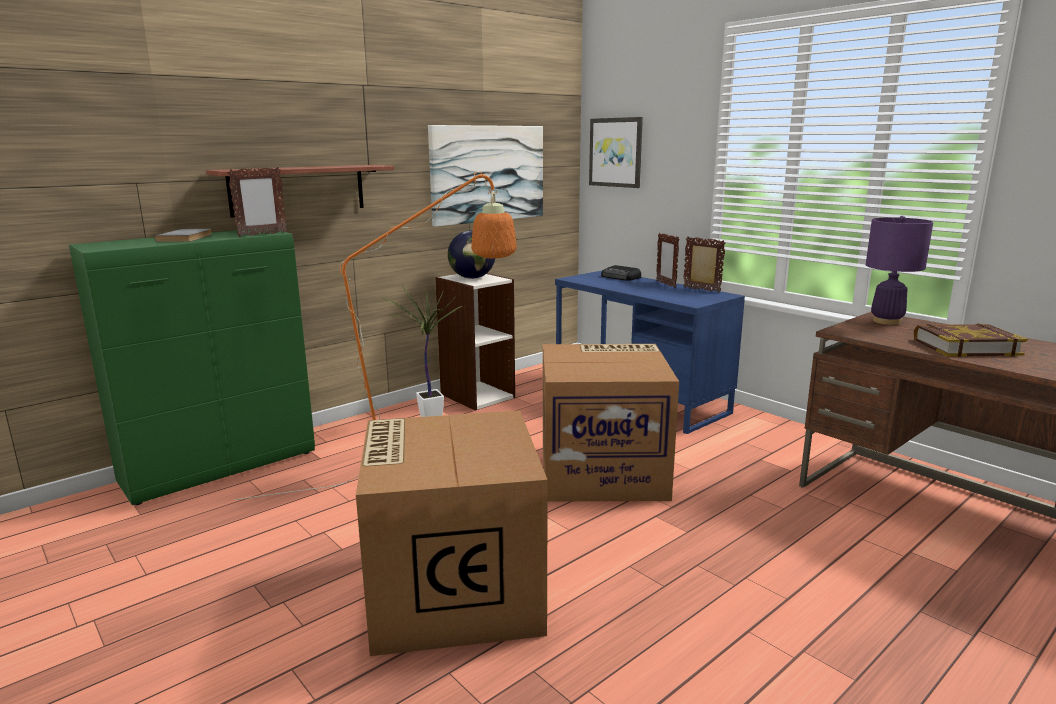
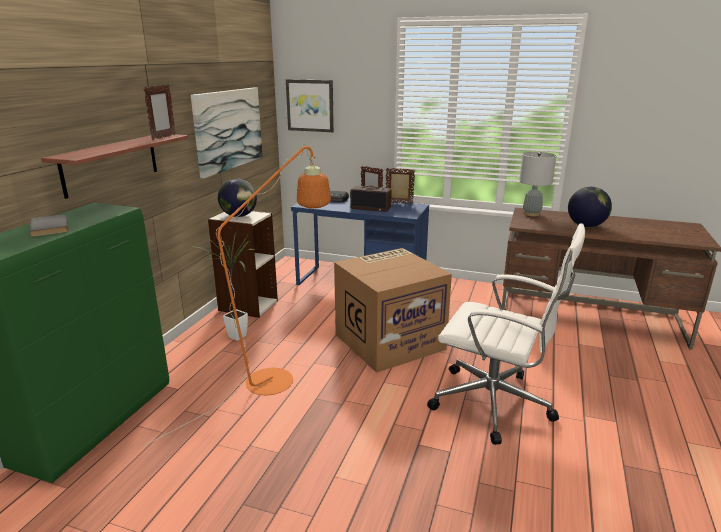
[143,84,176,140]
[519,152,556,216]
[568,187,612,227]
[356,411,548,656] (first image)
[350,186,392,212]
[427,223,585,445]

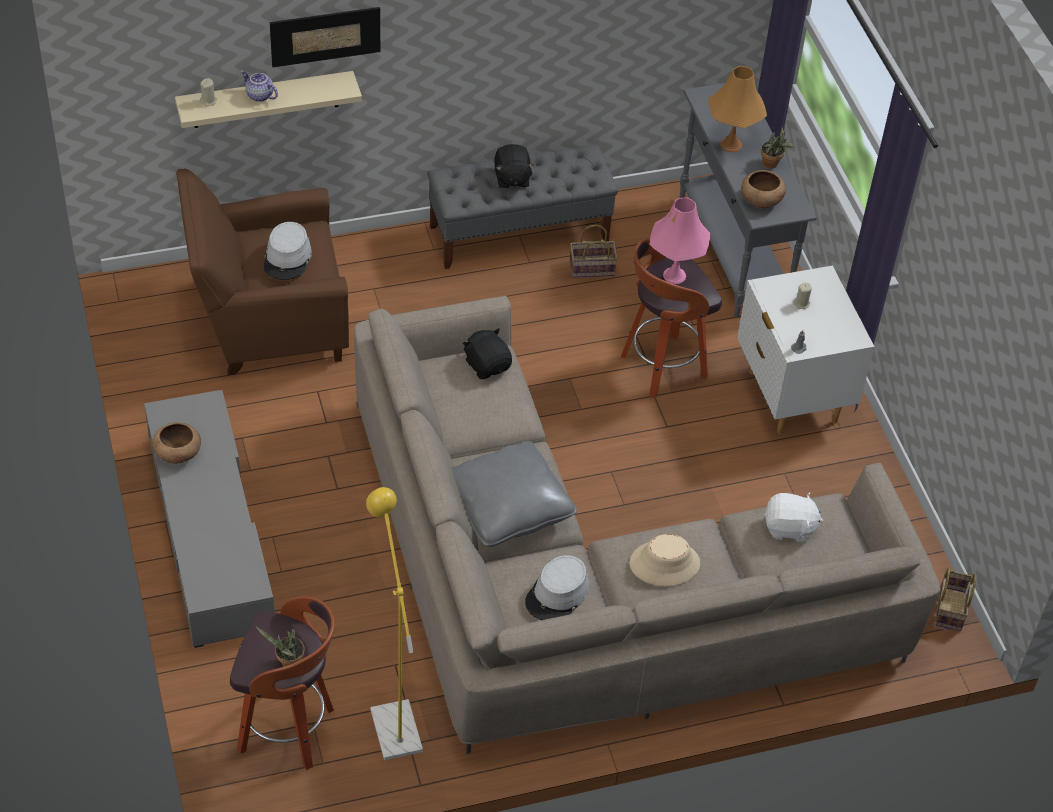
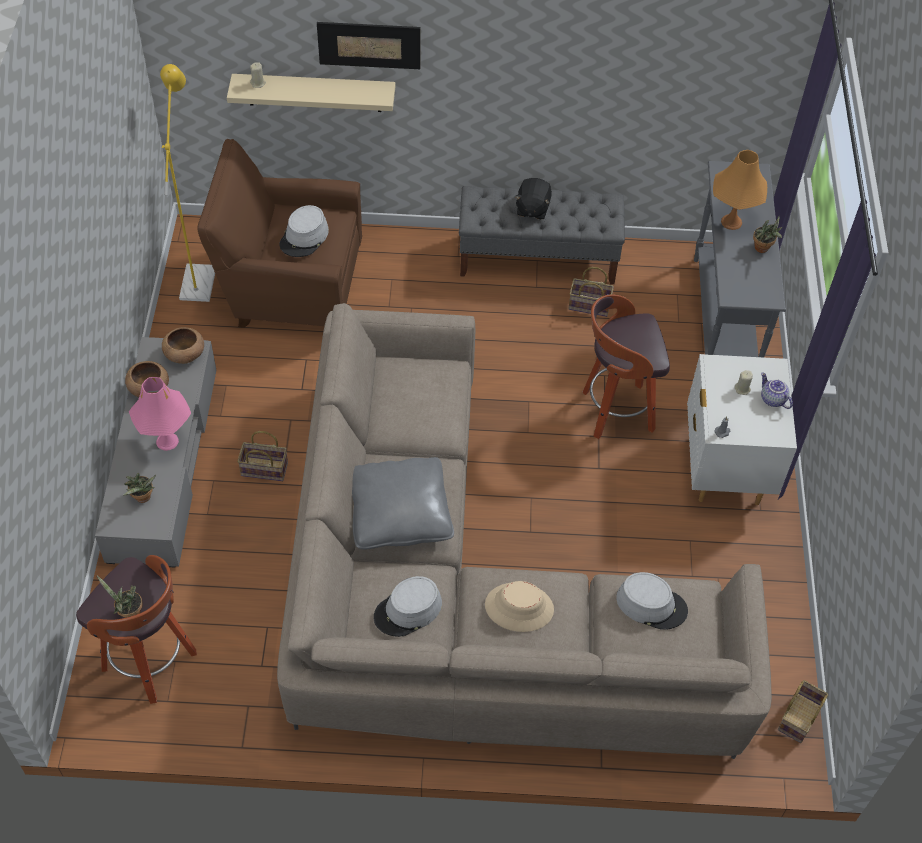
[761,372,793,409]
[162,327,204,364]
[129,377,191,451]
[463,328,512,379] (first image)
[160,64,215,302]
[616,572,688,630]
[237,431,288,481]
[124,473,156,503]

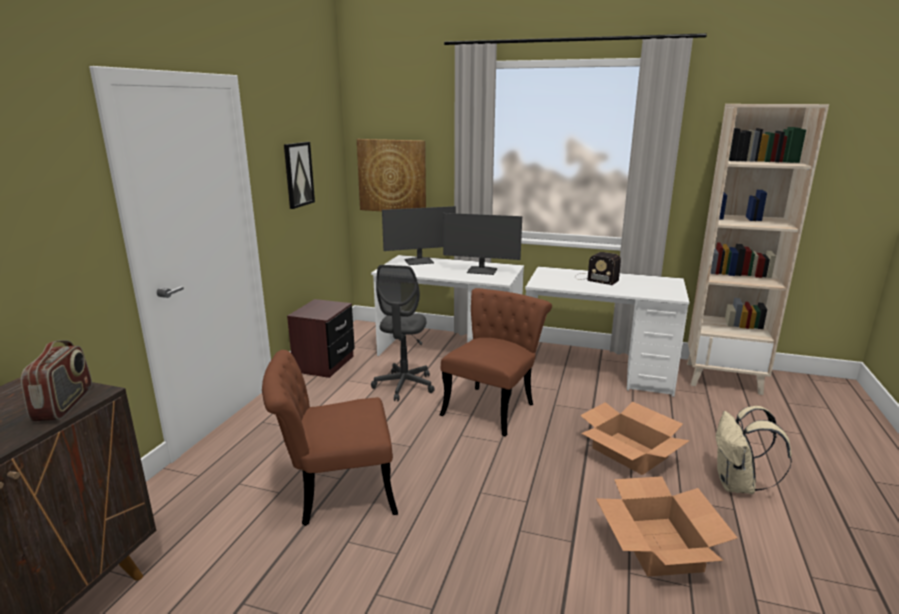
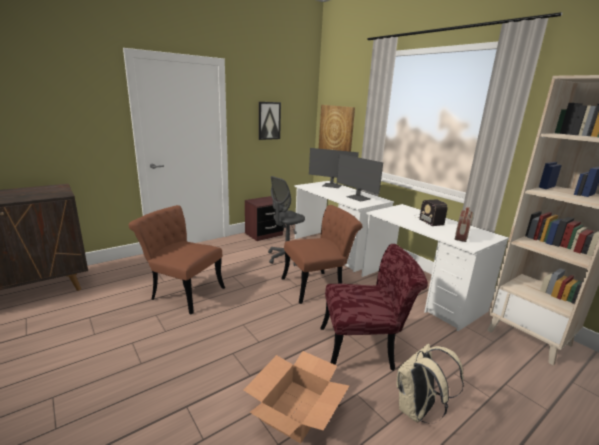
[455,207,473,242]
[320,244,428,371]

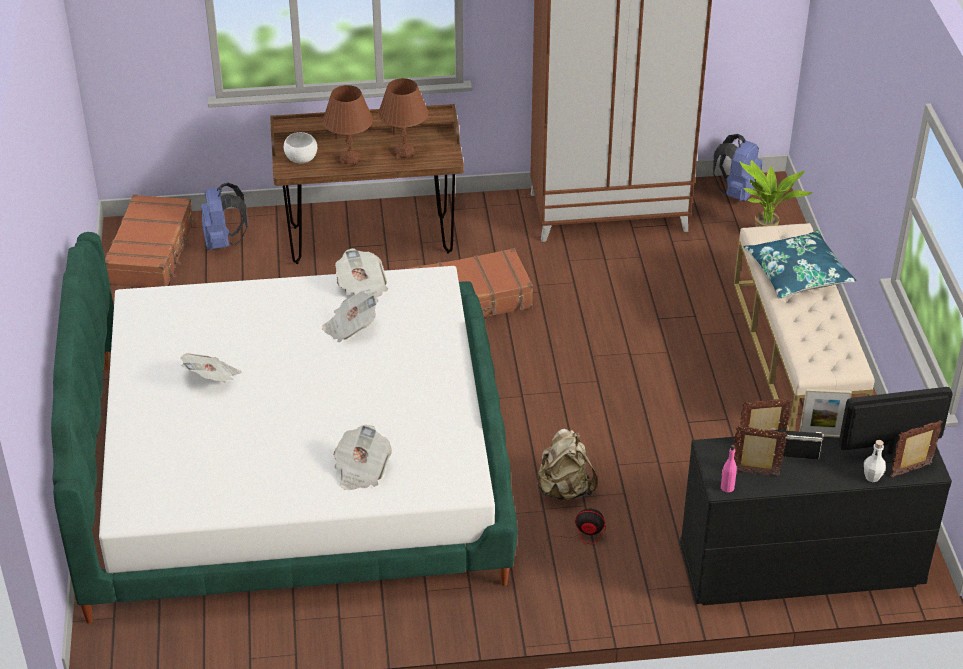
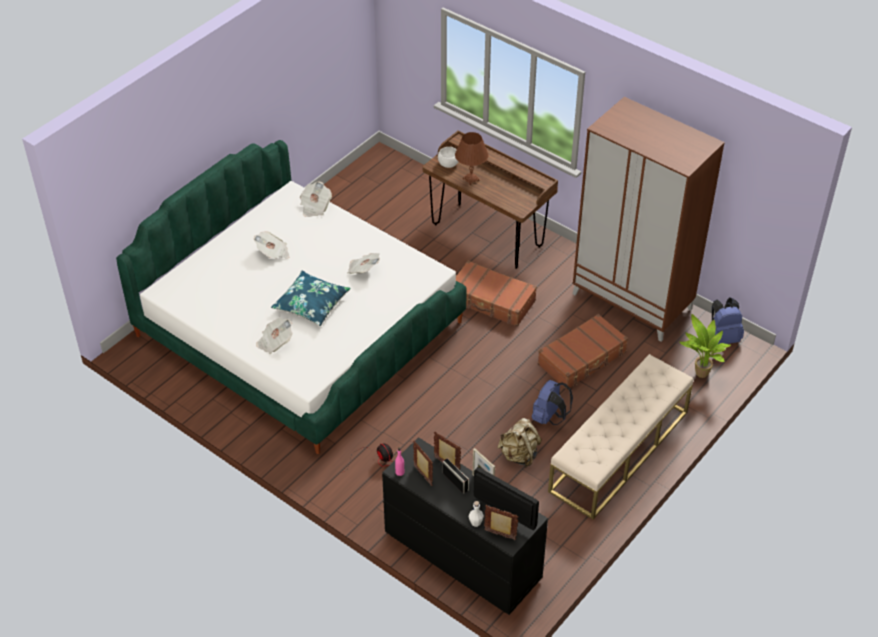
[378,78,428,159] (first image)
[532,380,573,425]
[538,314,628,390]
[271,270,351,326]
[300,182,332,217]
[497,418,542,467]

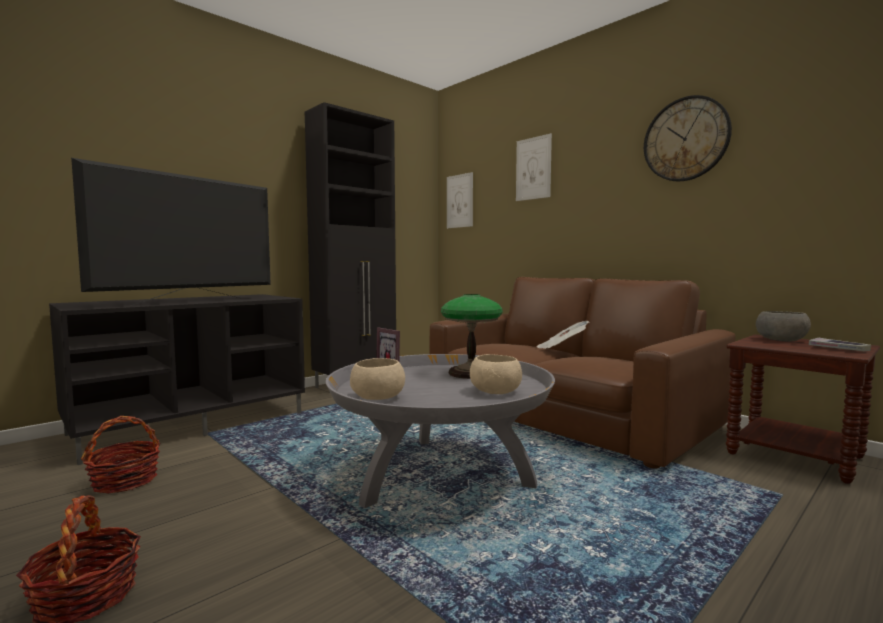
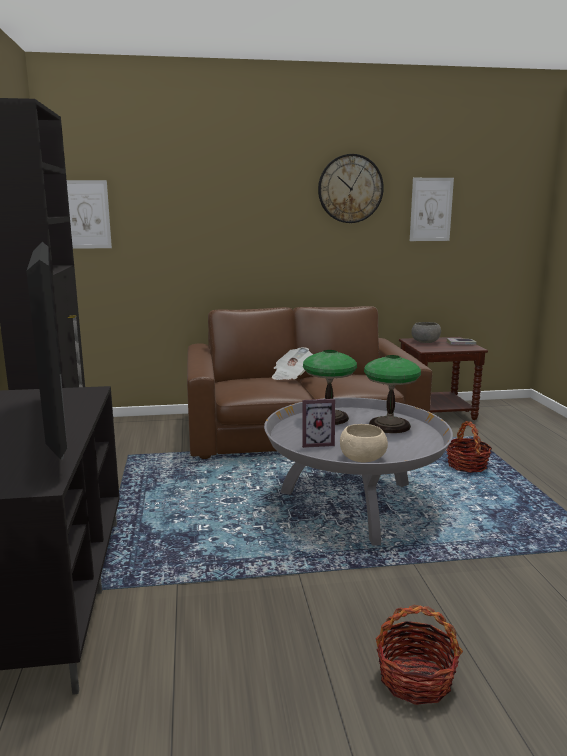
[410,178,454,241]
[364,355,421,433]
[446,421,492,473]

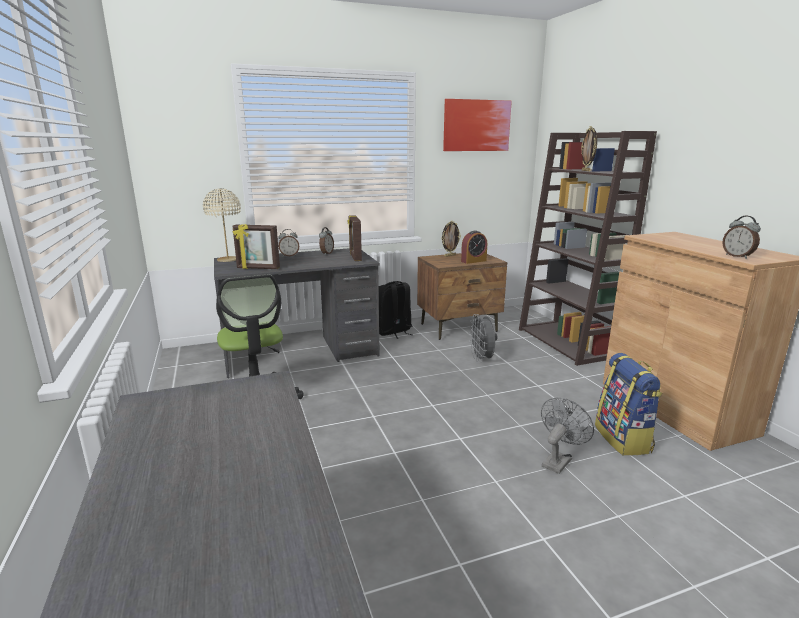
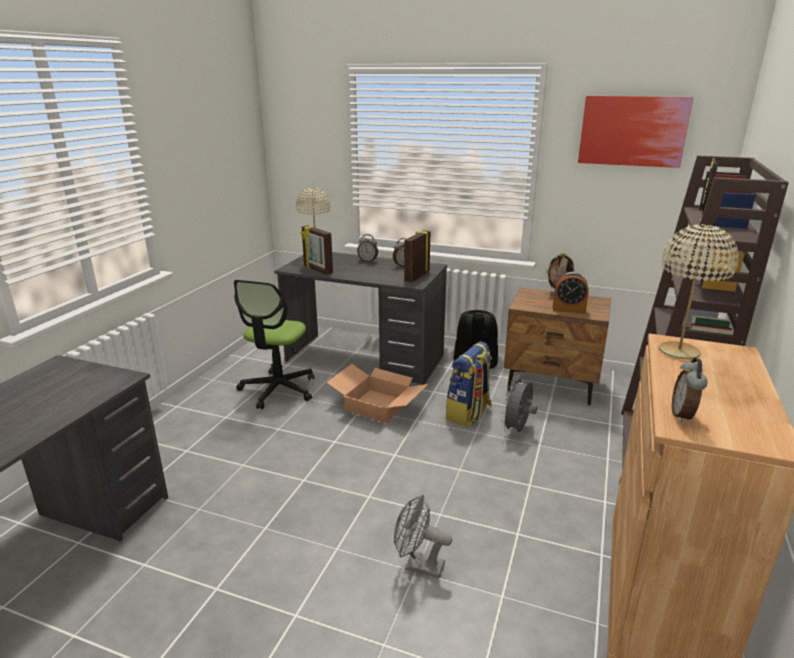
[446,342,492,427]
[394,495,452,579]
[659,224,739,360]
[326,364,428,423]

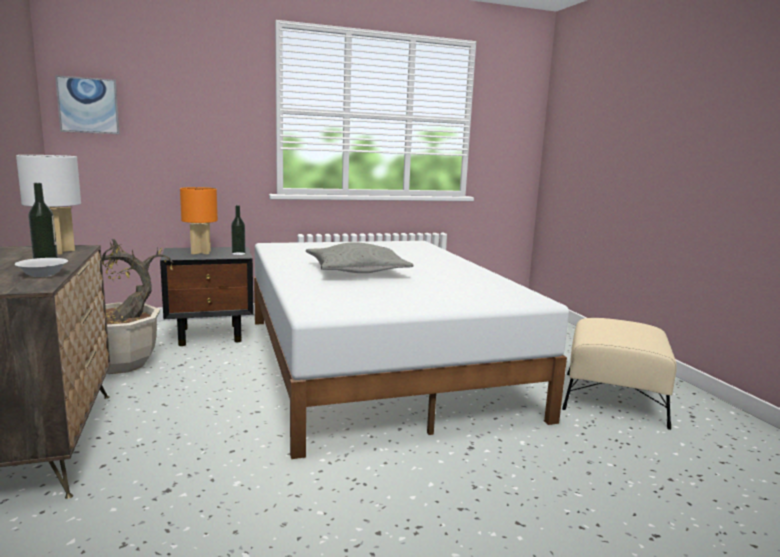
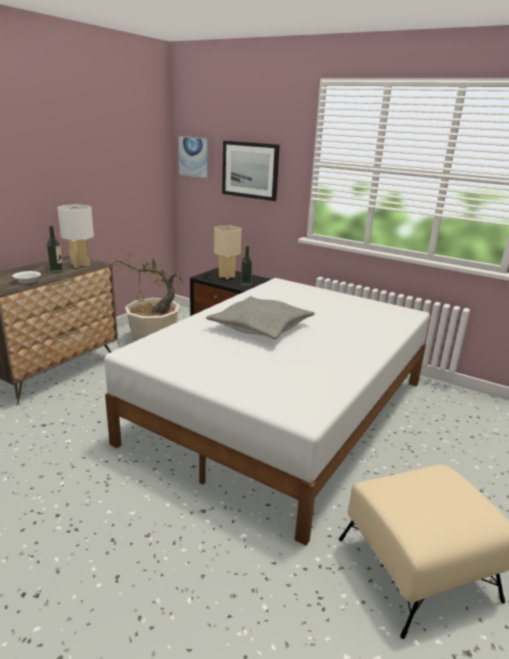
[214,225,241,280]
[222,141,280,201]

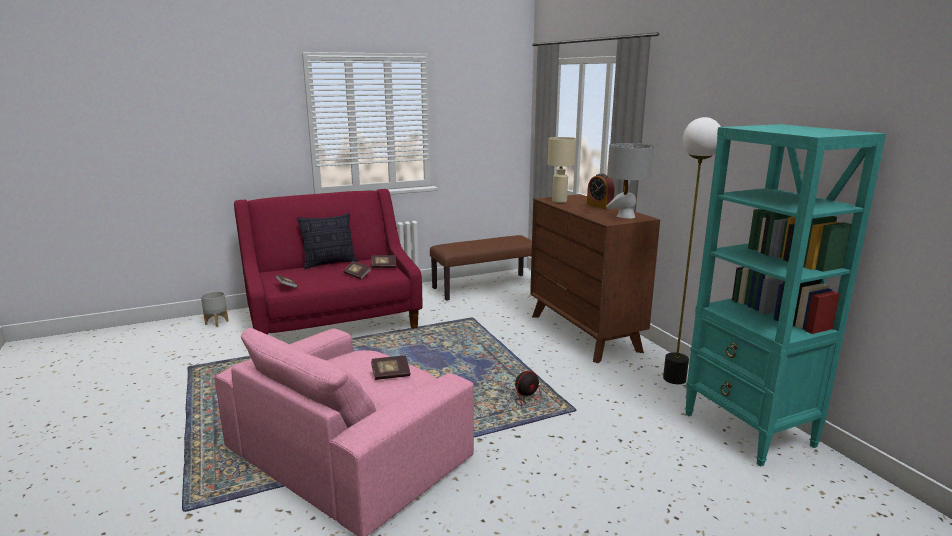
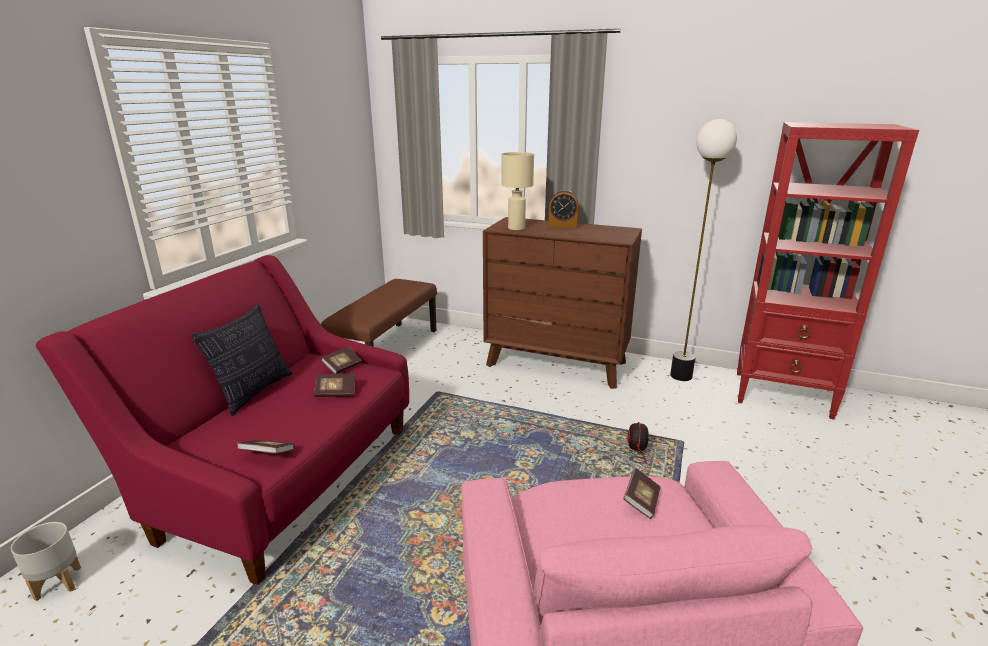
[737,122,919,419]
[606,143,654,219] (first image)

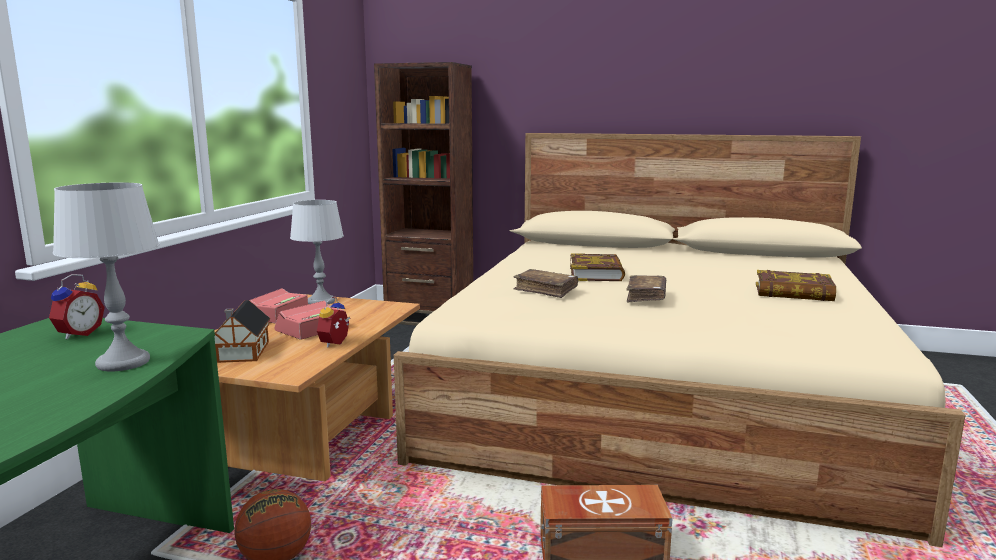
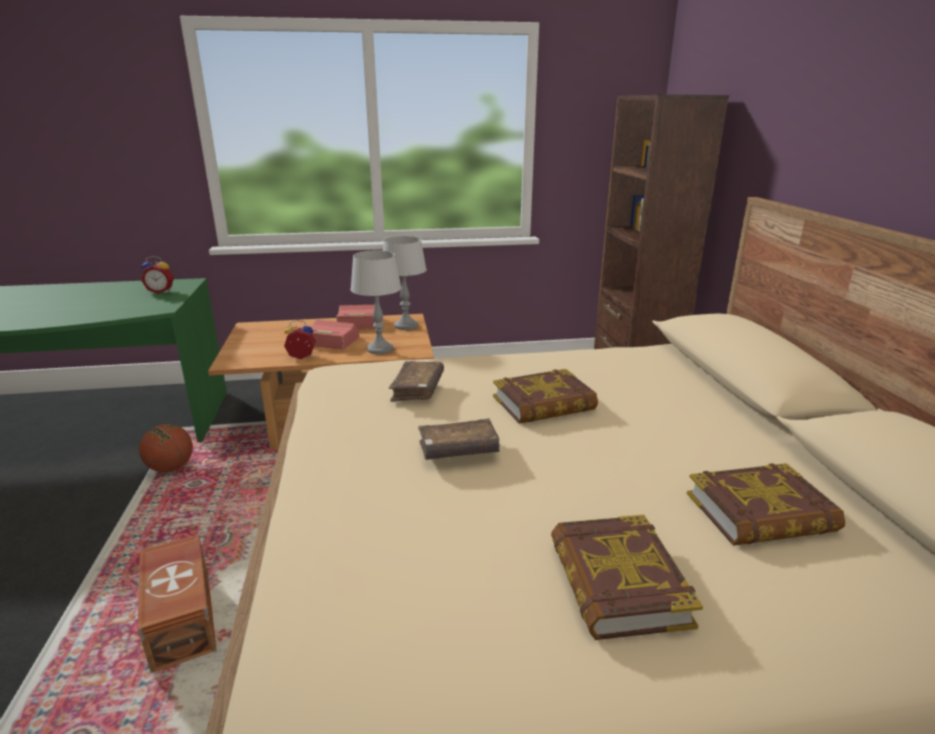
[350,250,402,354]
[214,300,270,363] (first image)
[687,463,845,546]

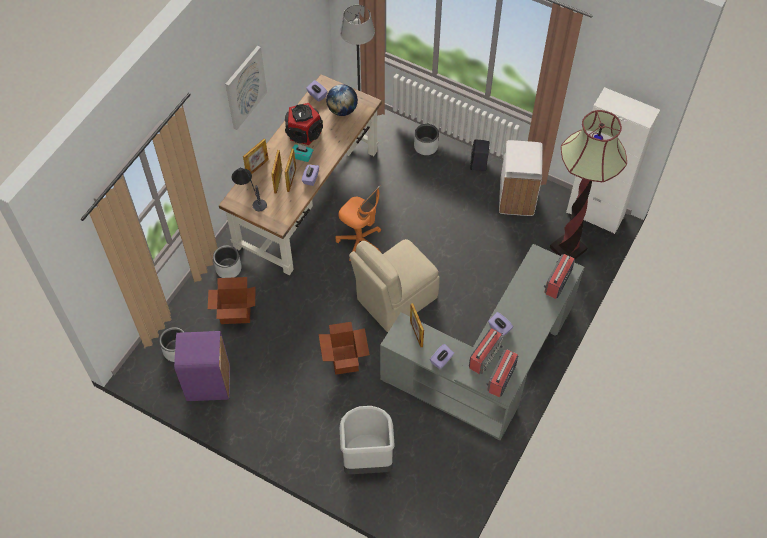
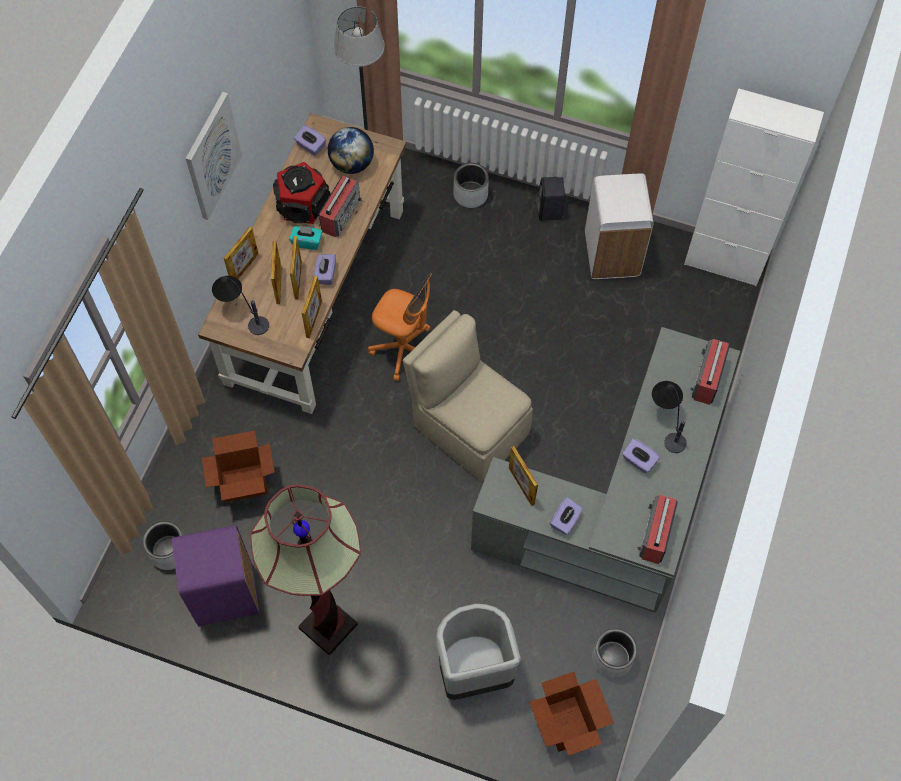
[250,484,361,656]
[403,310,533,482]
[592,629,637,678]
[529,672,614,756]
[319,176,362,238]
[302,275,322,338]
[652,381,687,453]

